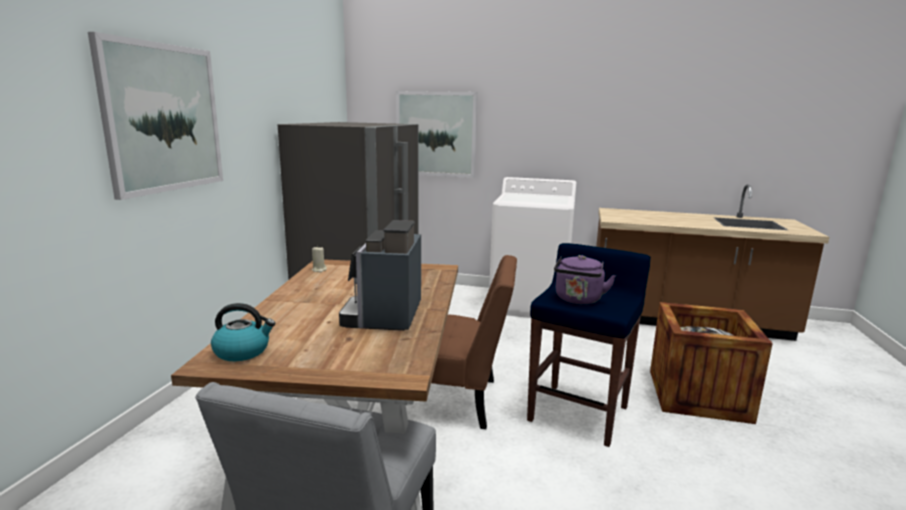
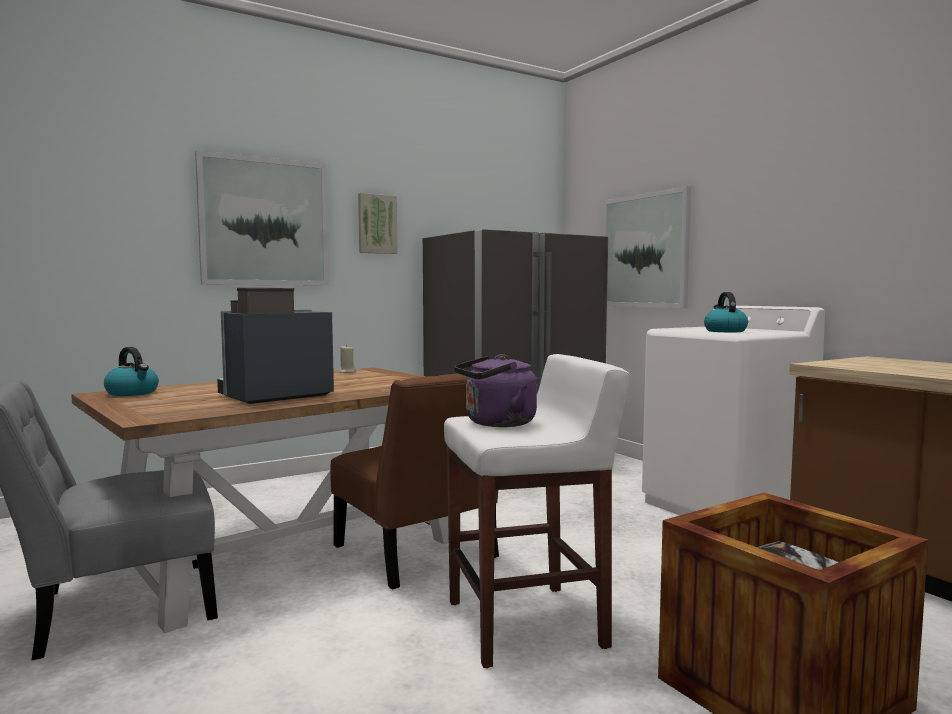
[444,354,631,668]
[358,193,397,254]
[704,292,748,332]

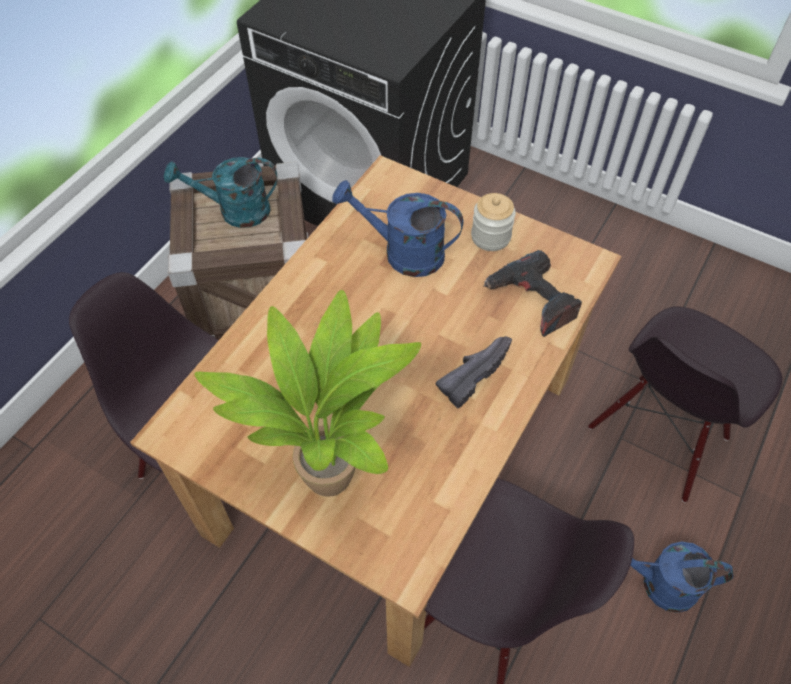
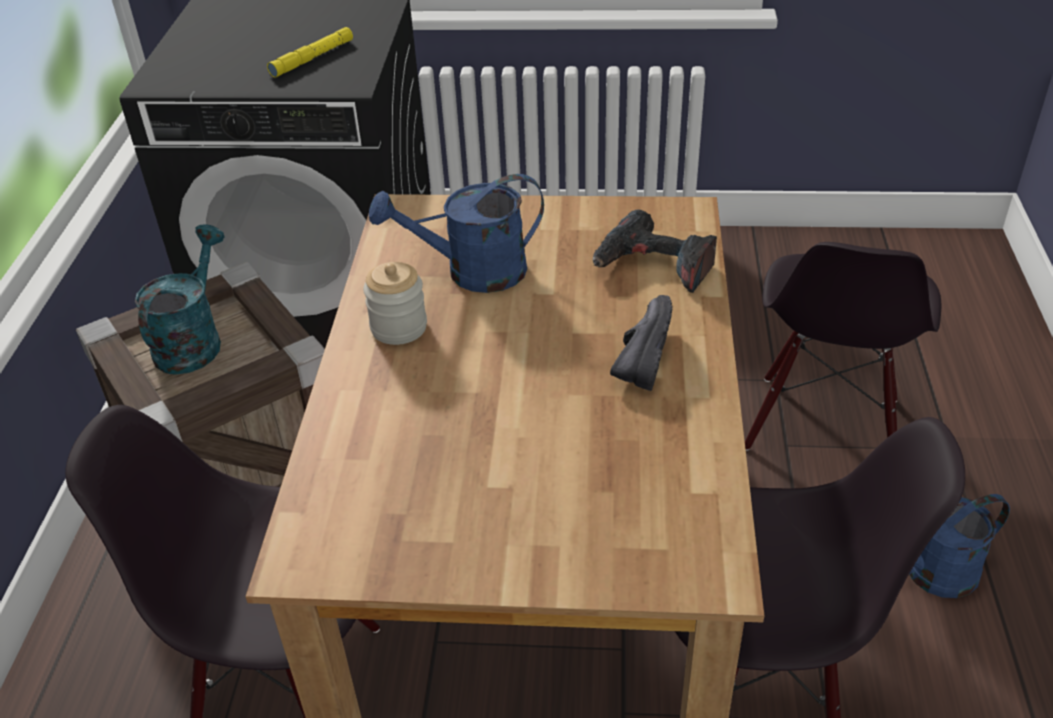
[135,224,225,375]
[363,262,427,345]
[194,290,421,496] (first image)
[267,27,353,77]

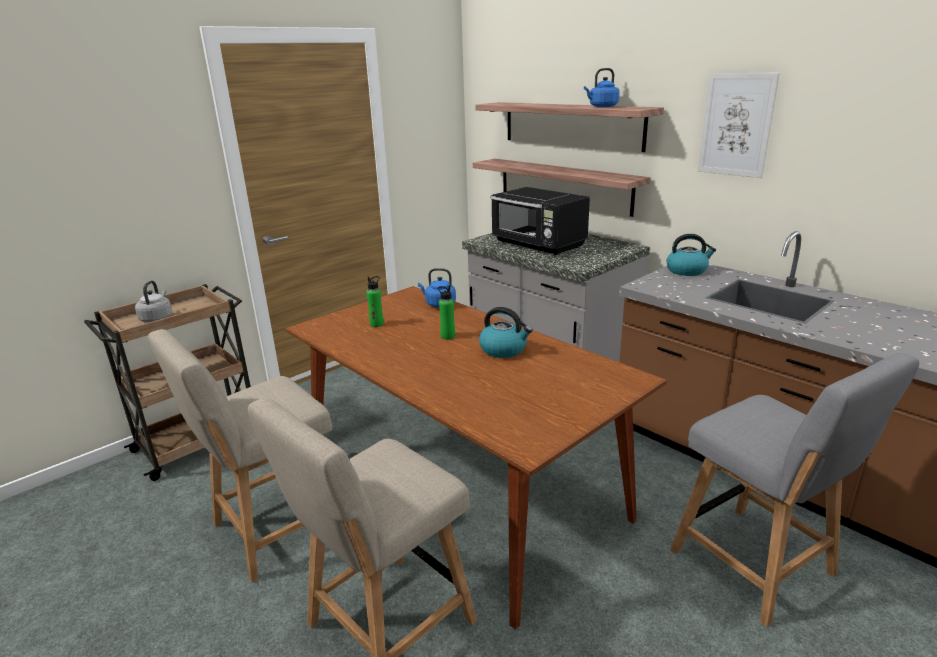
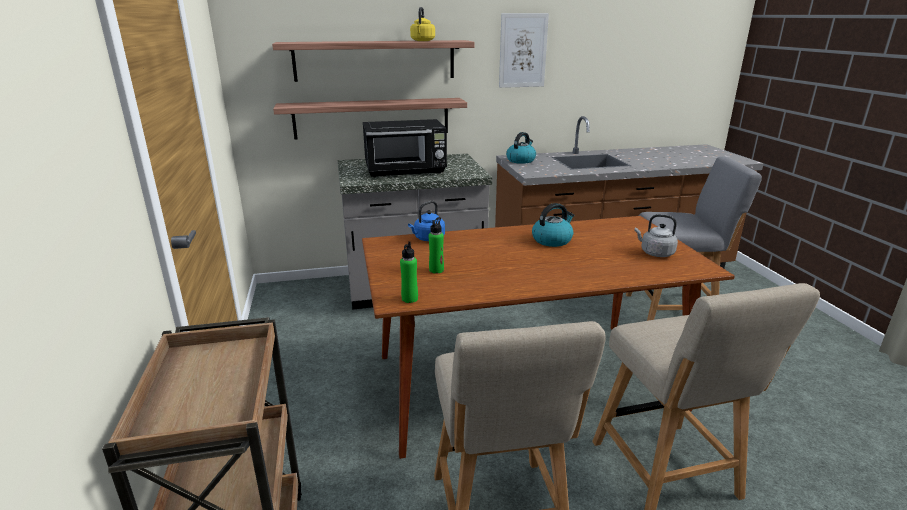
[410,7,435,41]
[635,214,678,257]
[400,241,418,303]

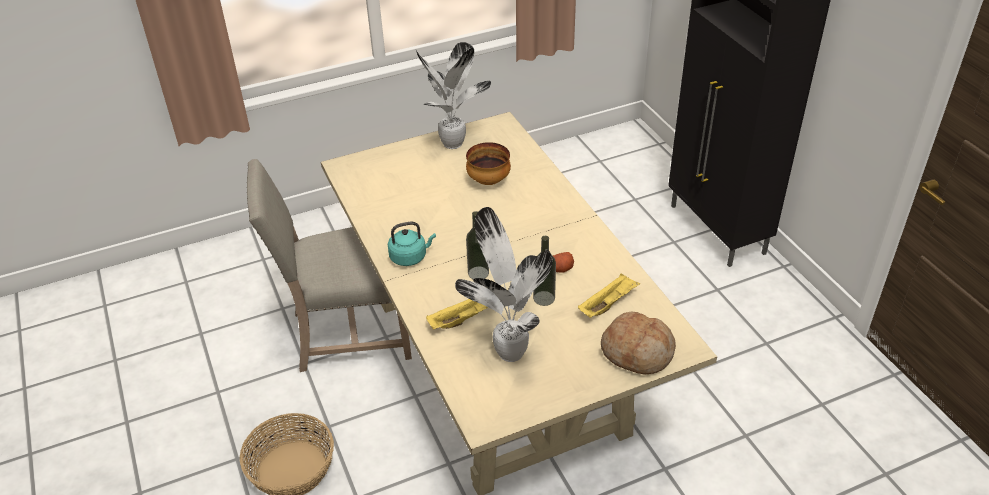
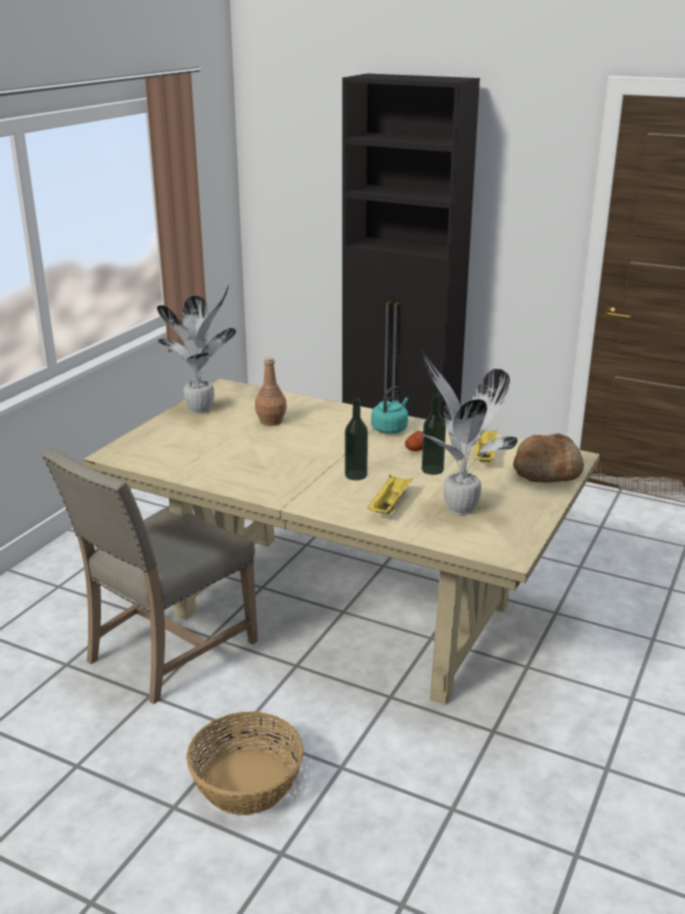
[255,357,287,426]
[371,386,408,434]

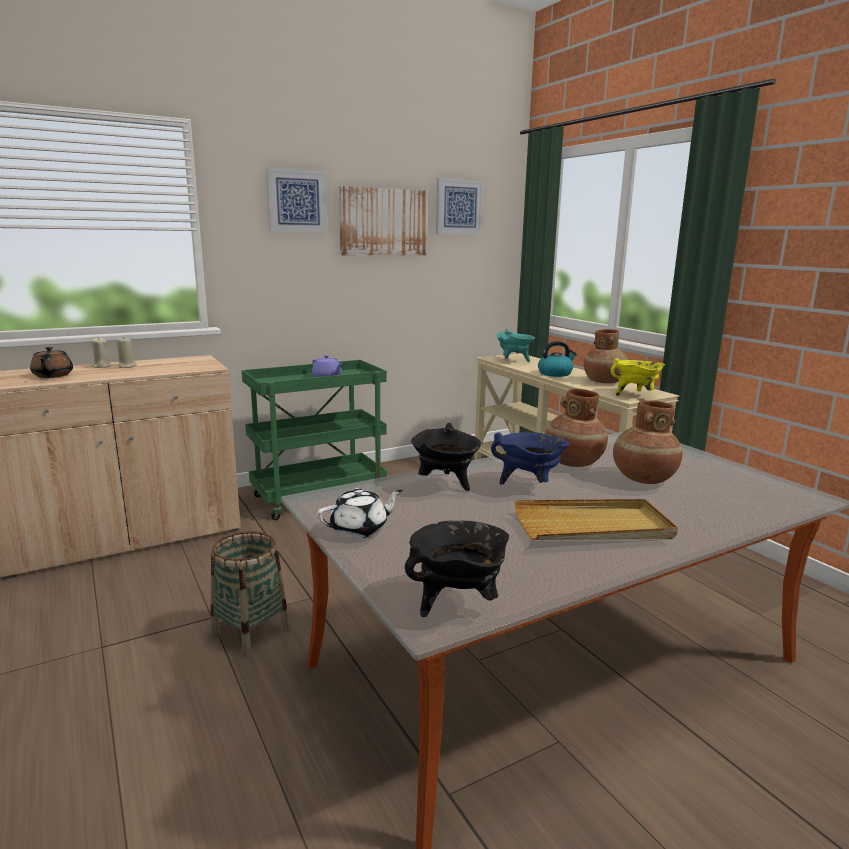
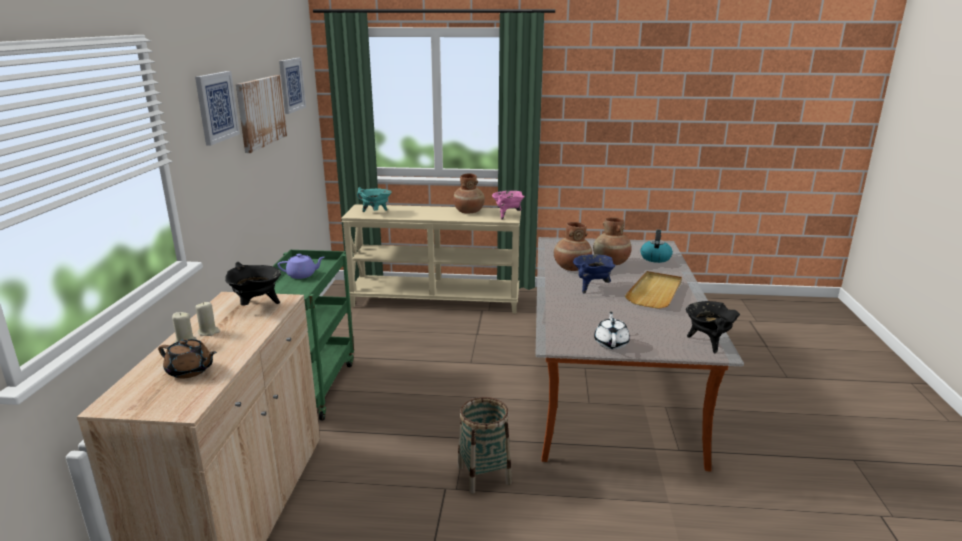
[640,229,673,263]
[492,191,525,220]
[225,262,281,306]

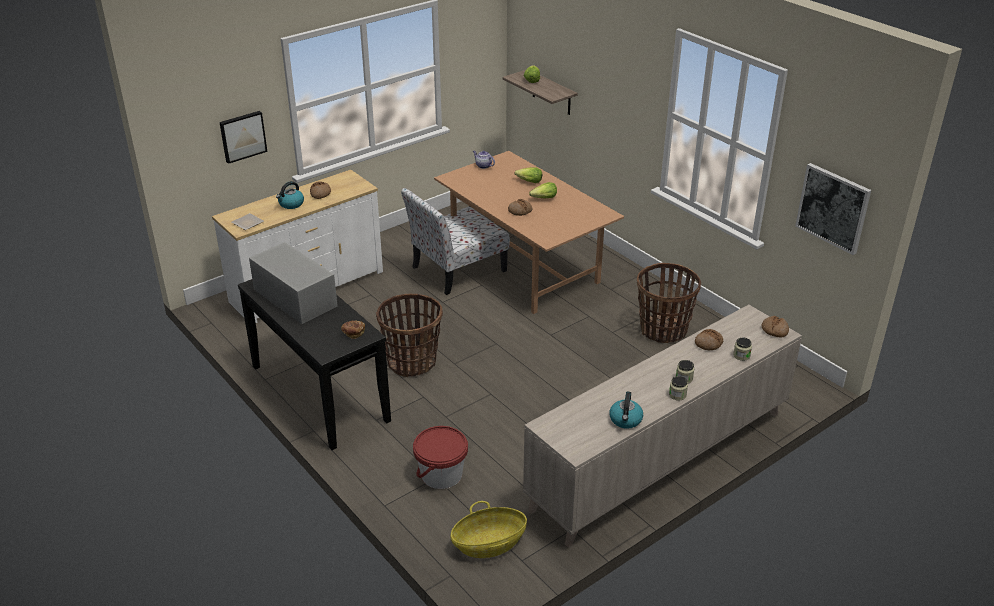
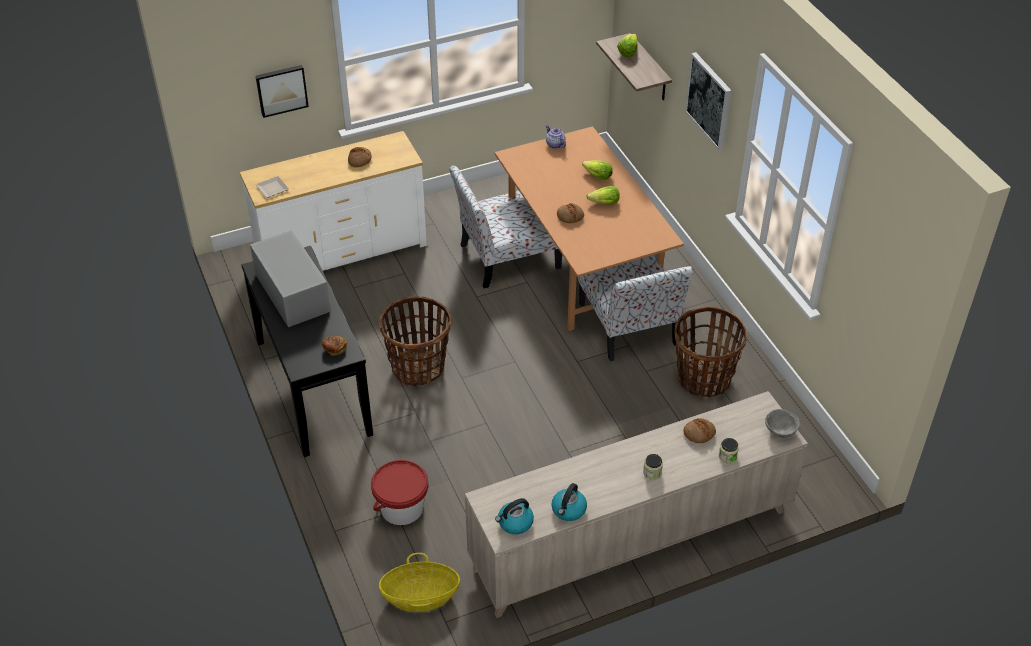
[685,52,731,150]
[495,498,534,534]
[765,409,800,438]
[669,376,688,401] (first image)
[578,255,693,361]

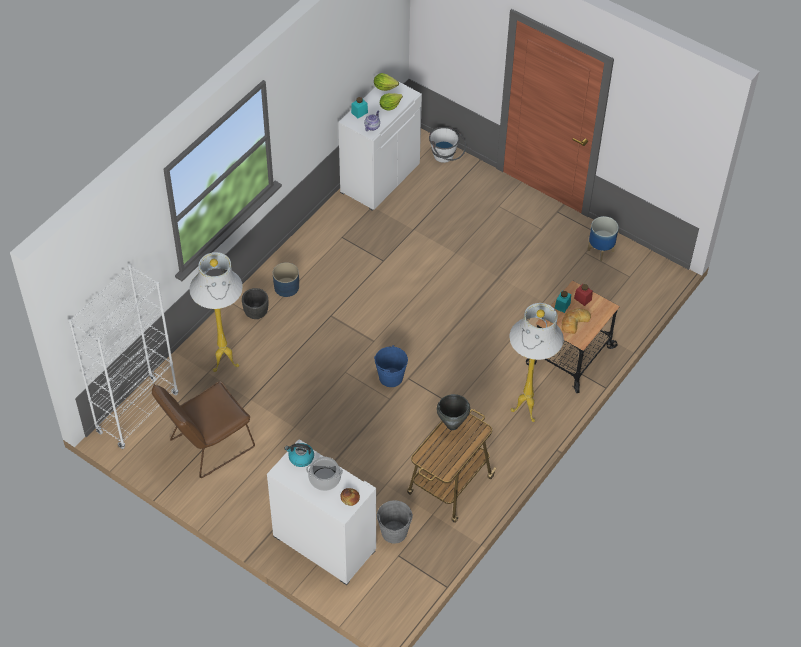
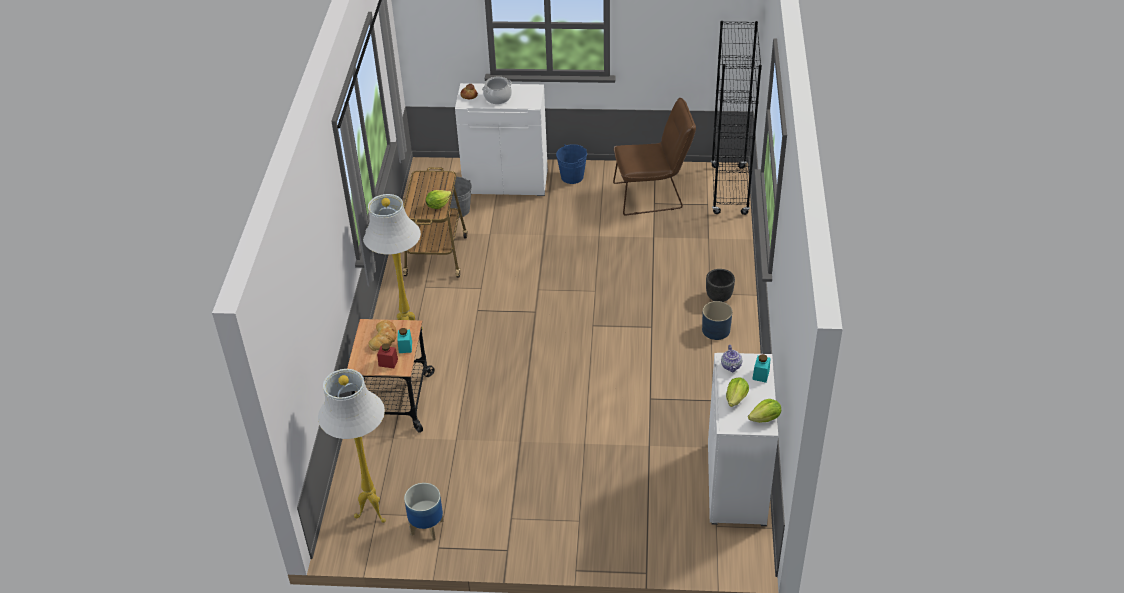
[429,127,466,163] (first image)
[318,369,386,523]
[711,21,762,215]
[556,144,587,184]
[613,98,696,216]
[426,190,452,209]
[285,443,314,467] (first image)

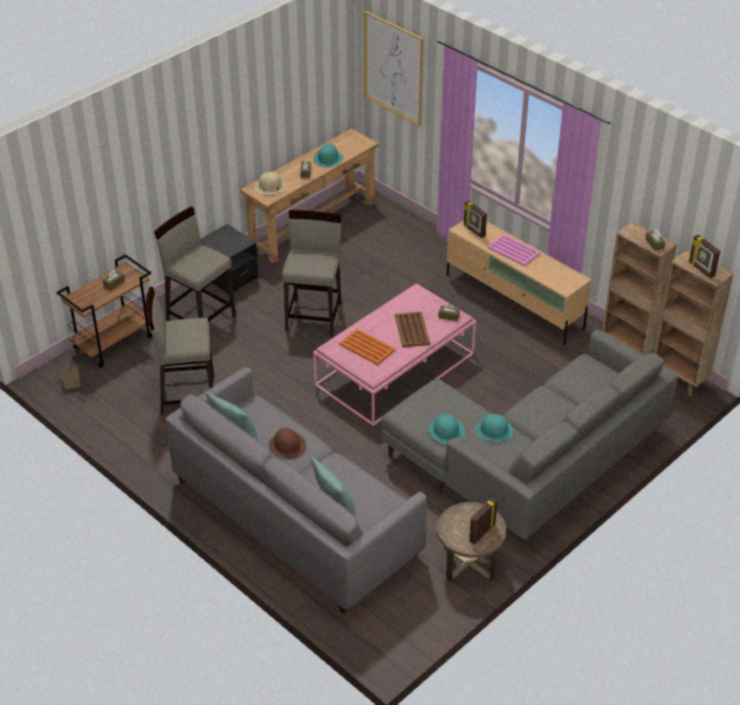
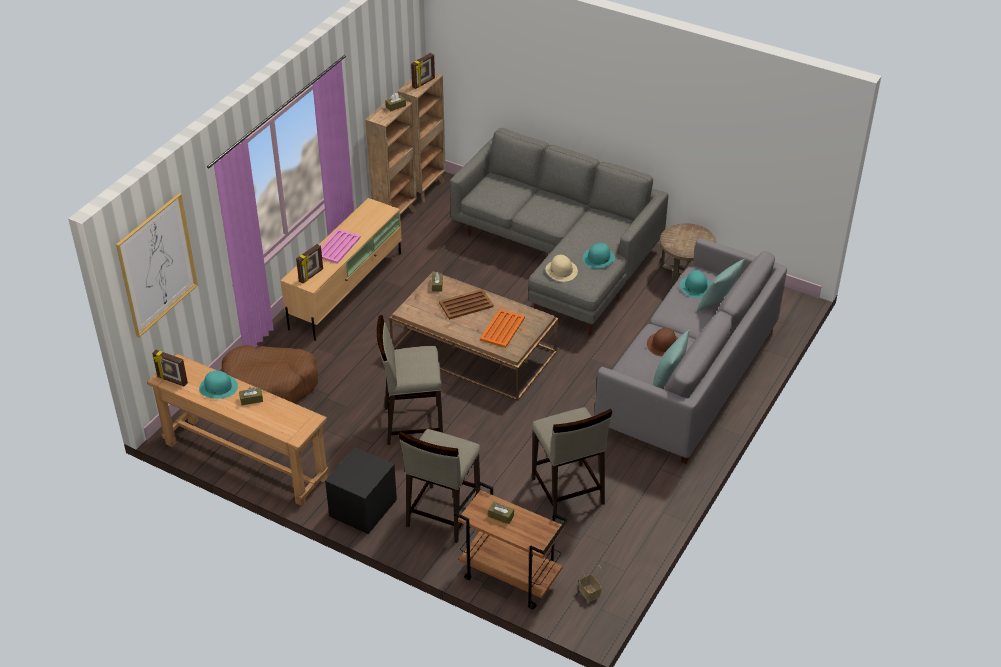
[545,255,578,282]
[389,271,558,401]
[680,270,711,298]
[152,350,188,387]
[222,345,318,403]

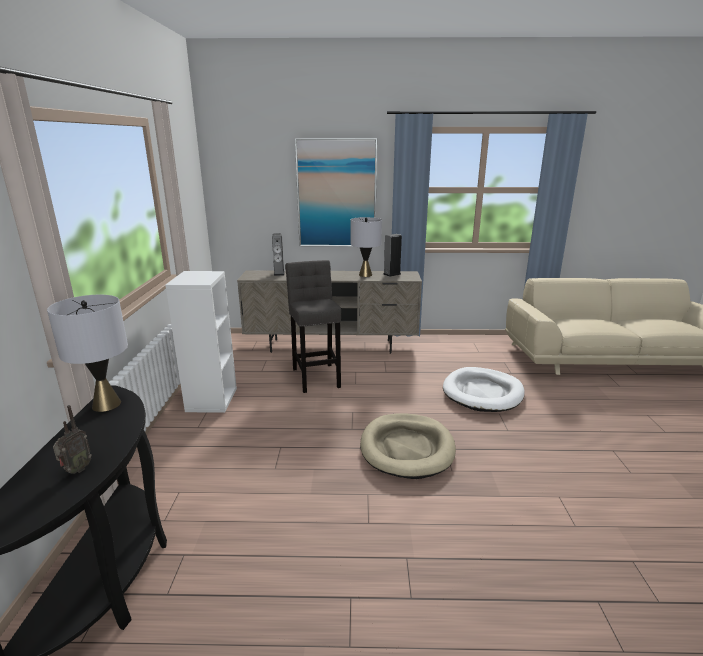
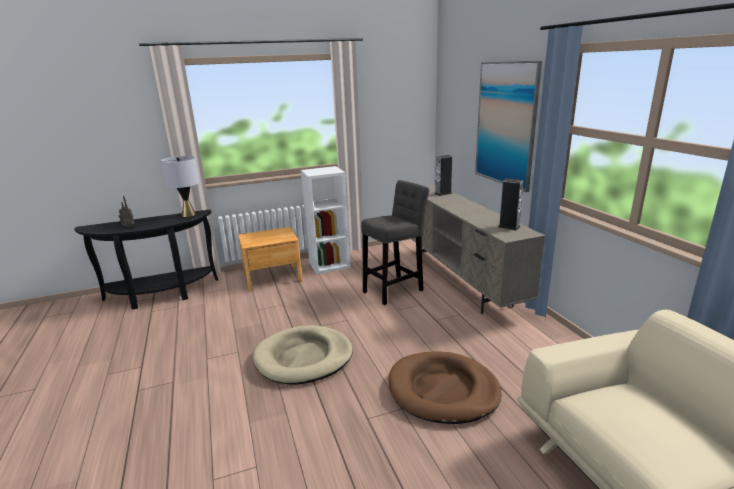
[351,217,382,277] (first image)
[389,351,502,424]
[238,227,302,291]

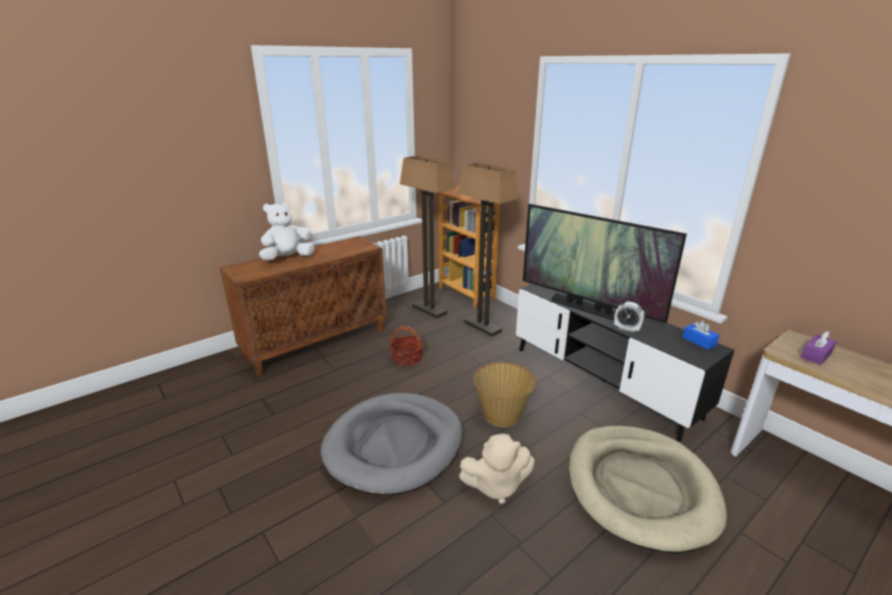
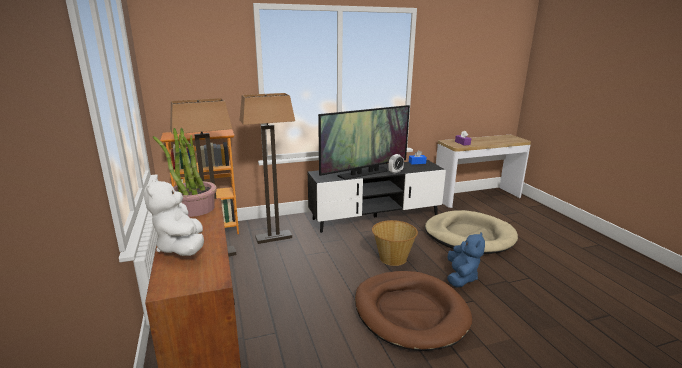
[390,326,424,366] (first image)
[355,271,472,351]
[447,232,485,288]
[153,128,217,217]

